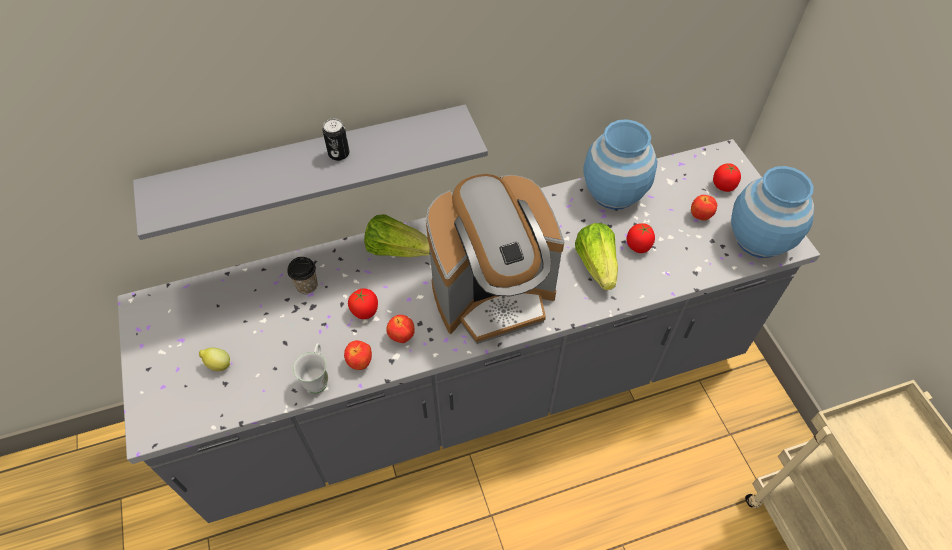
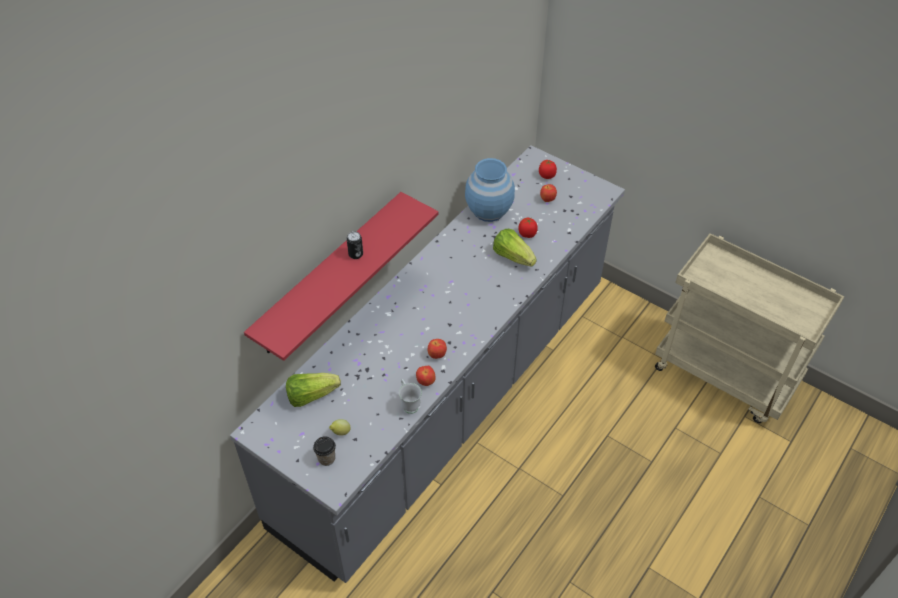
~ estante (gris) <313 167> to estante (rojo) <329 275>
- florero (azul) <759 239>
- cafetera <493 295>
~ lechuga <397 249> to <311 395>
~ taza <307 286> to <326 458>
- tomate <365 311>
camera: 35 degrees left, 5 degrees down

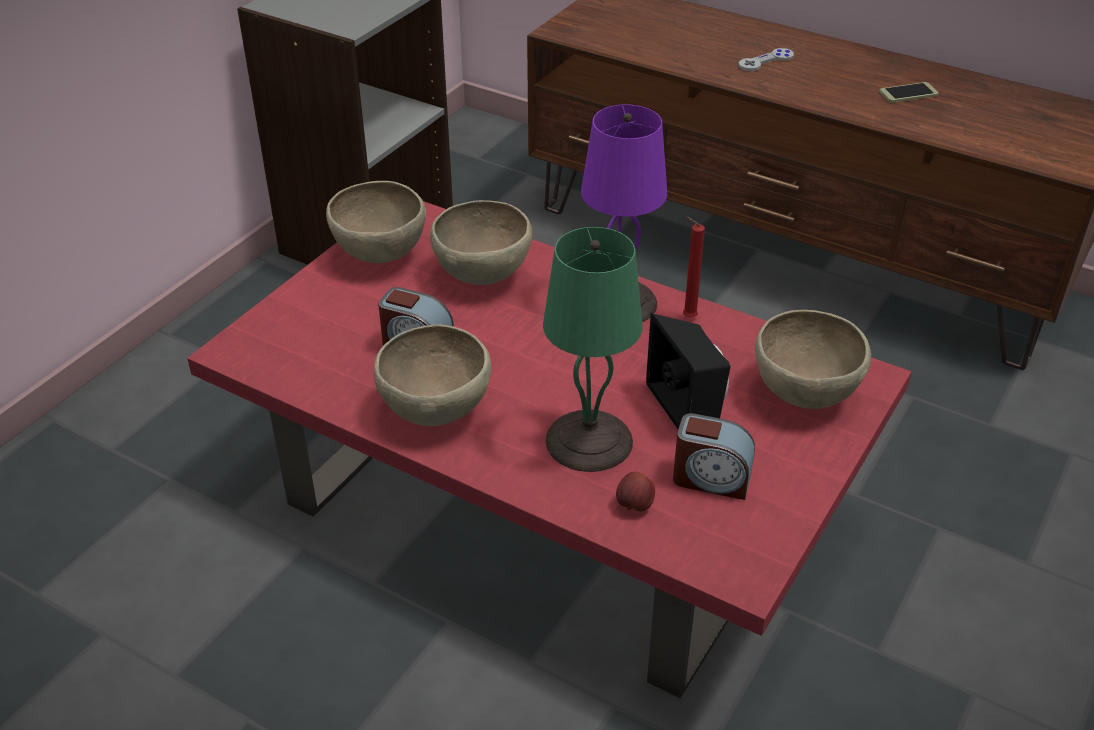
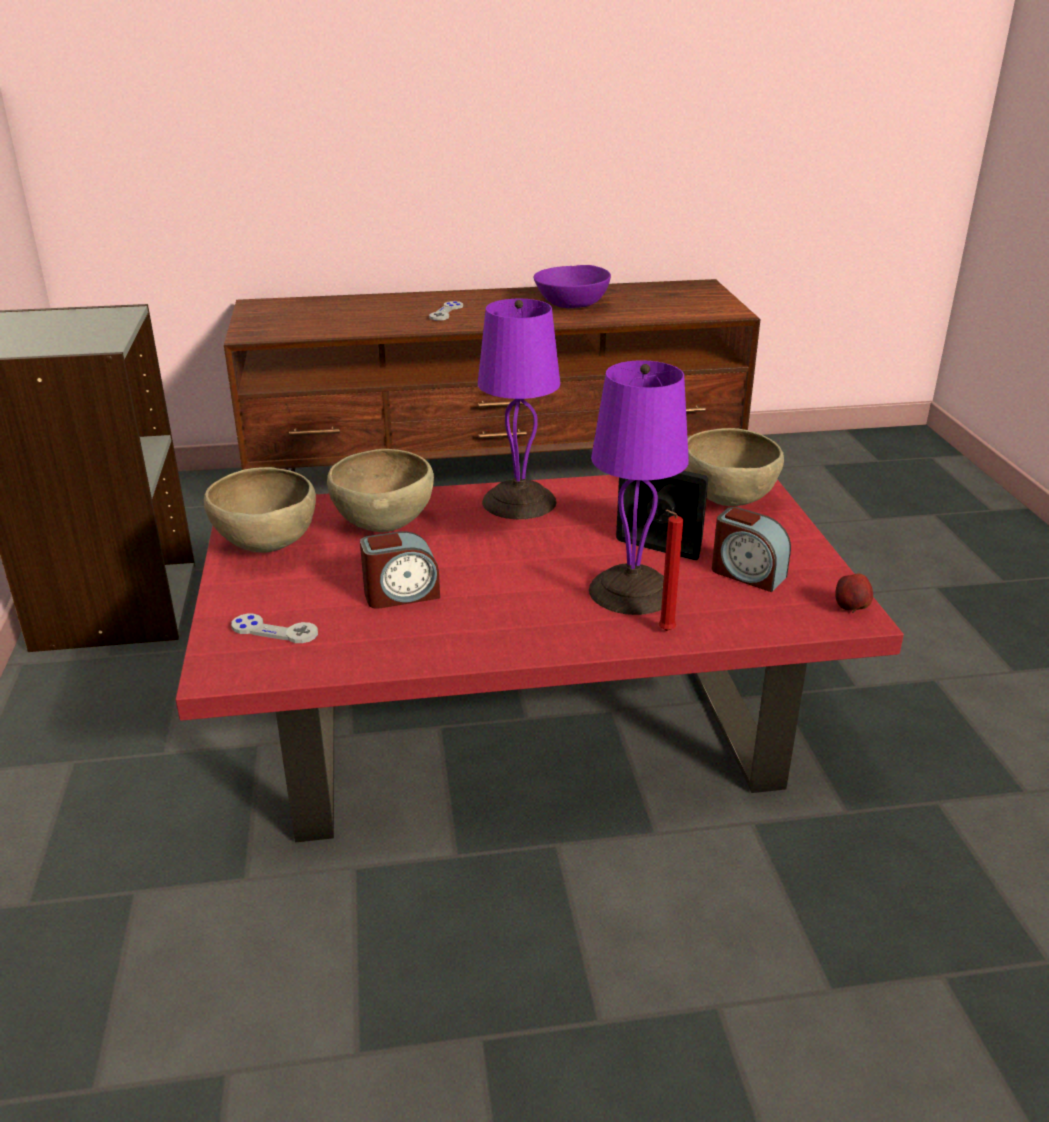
~ móvil <908 93> to cuenco (morado) <571 304>
~ vela (rojo) <687 317> to <664 631>
~ lámpara de mesa (verde) <588 439> to lámpara de mesa (morado) <629 590>
- cuenco (marrón) <436 412>
~ despertador <711 479> = <747 574> 60 degrees clockwise
~ manzana <634 506> to <851 609>
+ mando de consola (gris) <274 630>
camera: 40 degrees left, 10 degrees down

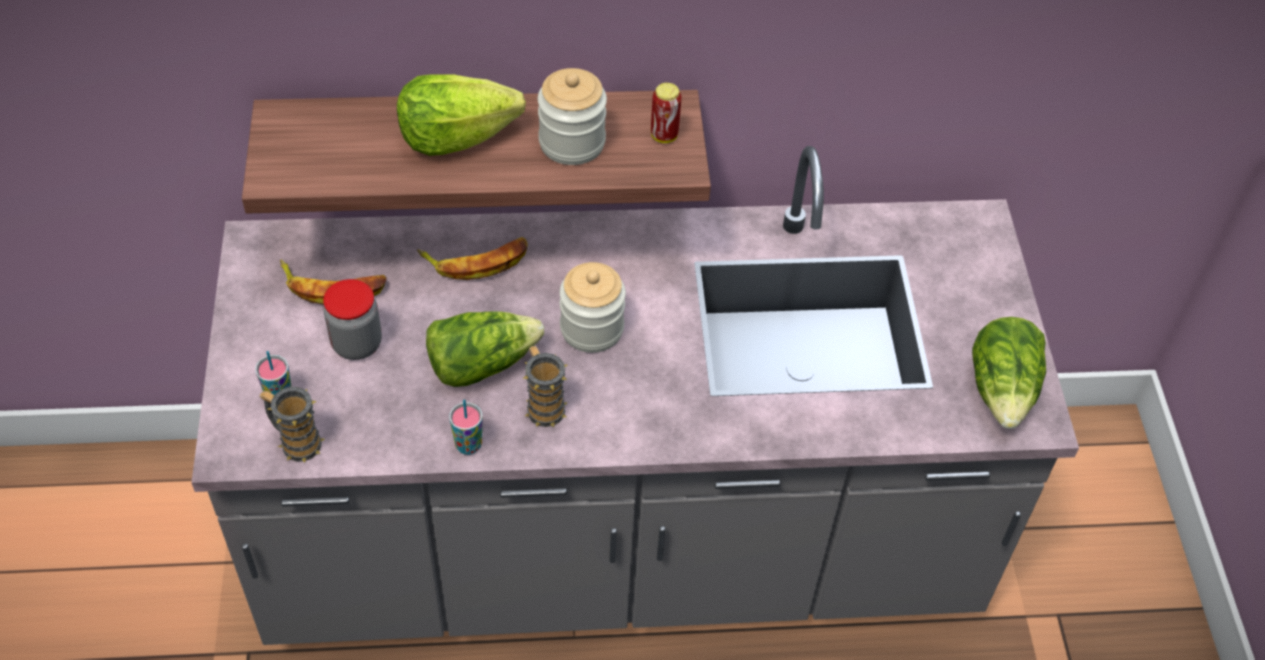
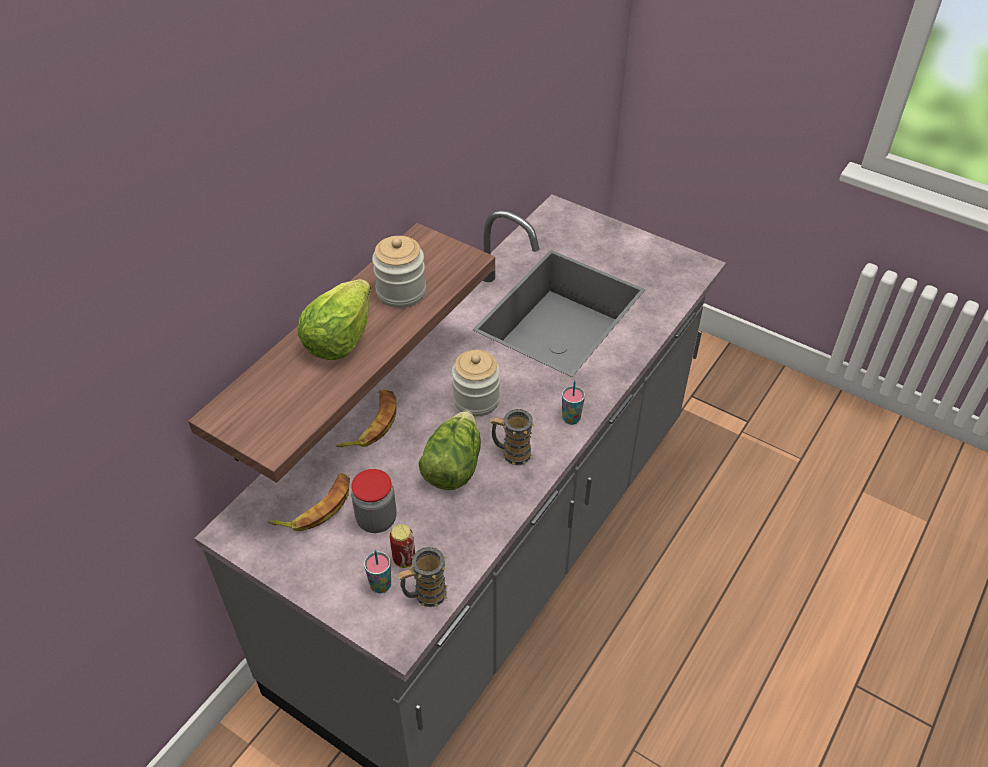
~ lata <664 135> to <404 559>
- lechuga <1003 390>
~ taza <468 445> to <571 419>
camera: 50 degrees left, 5 degrees down

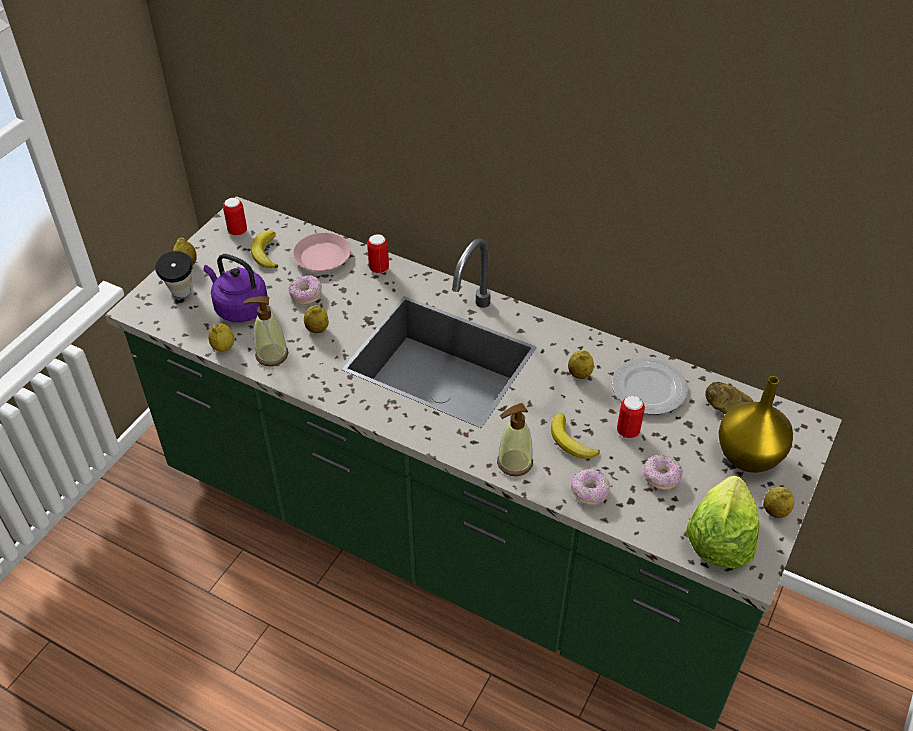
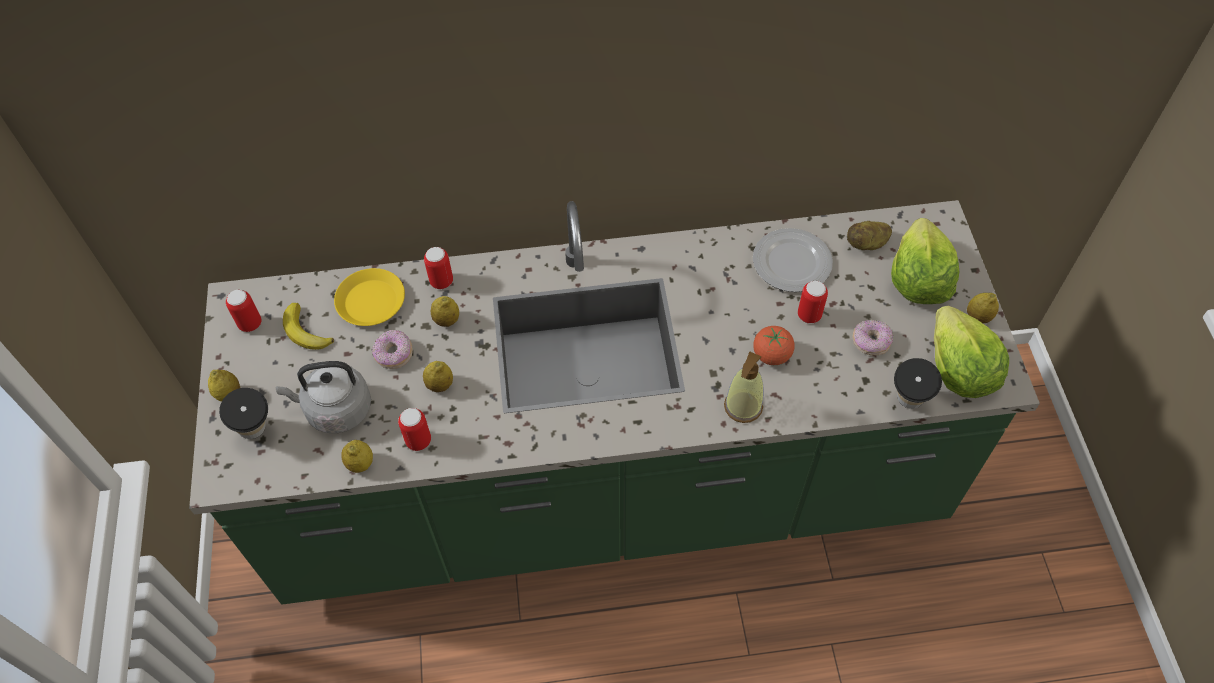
~ plato (rosa) <322 257> to plato (amarillo) <371 302>
~ hervidor (morado) <239 308> to hervidor (gris) <335 410>
~ dispensador de jabón <271 355> to lata <418 441>
~ limón <579 375> to <447 320>
~ florero (amarillo) <746 456> to lechuga <918 279>
~ plátano <570 441> to tomate <771 355>
- rosquilla <589 492>
+ taza <906 404>
camera: 35 degrees left, 10 degrees up

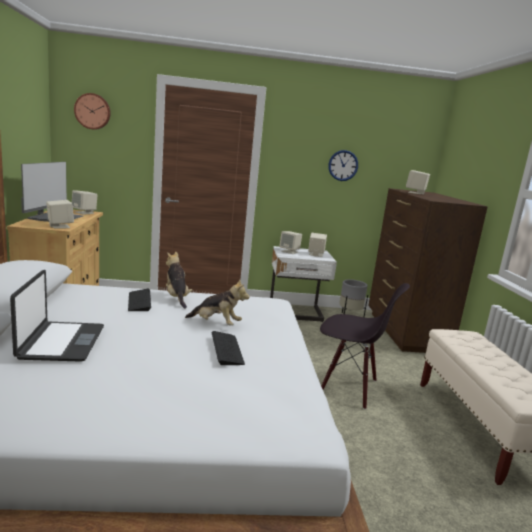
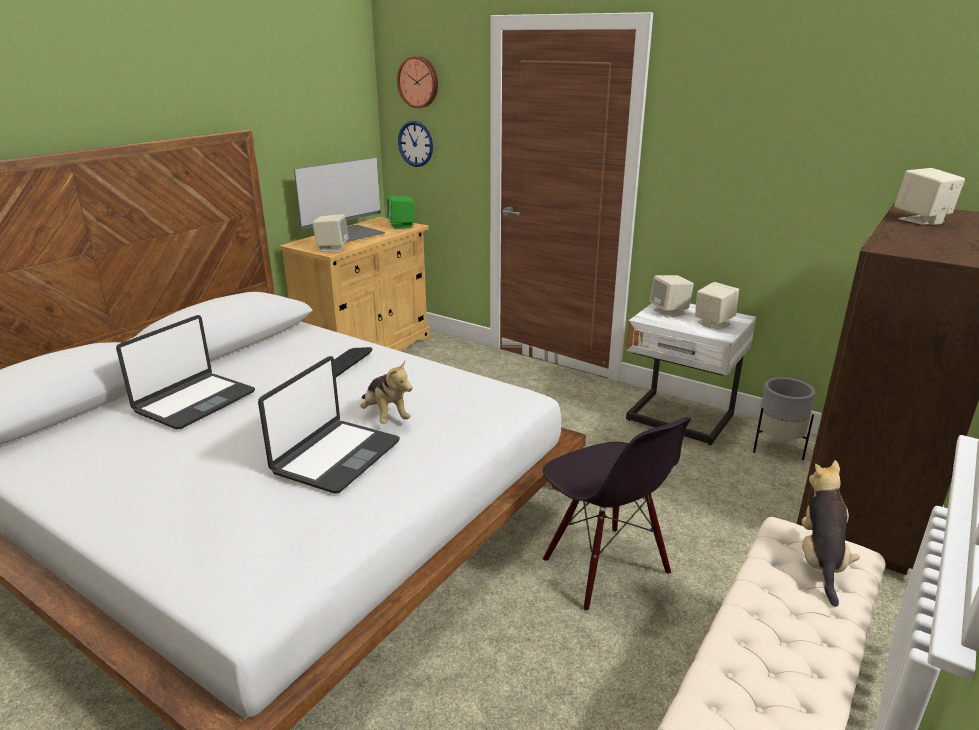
~ reloj de pared <343 165> to <415 144>
~ altavoz (beis) <84 213> to altavoz (verde) <401 226>
~ peluche <176 297> to <820 560>
~ teclado <227 349> to portátil <335 456>
camera: 40 degrees right, 10 degrees up

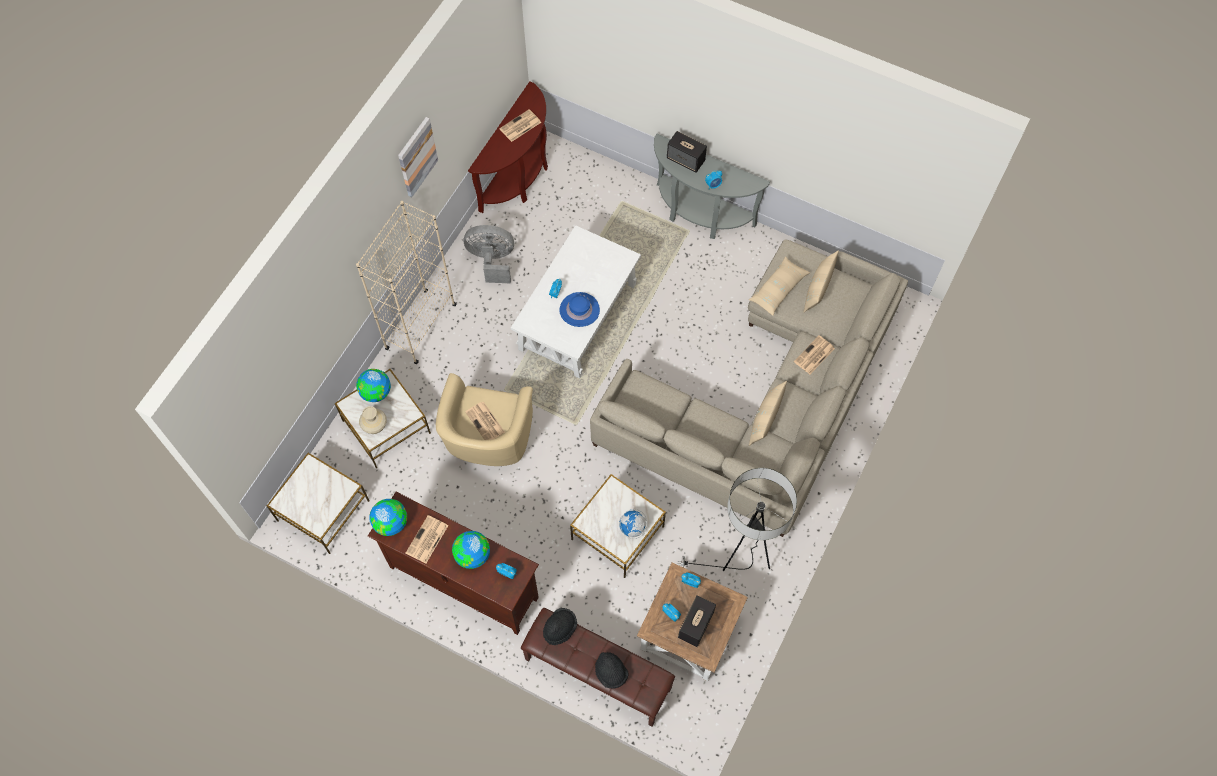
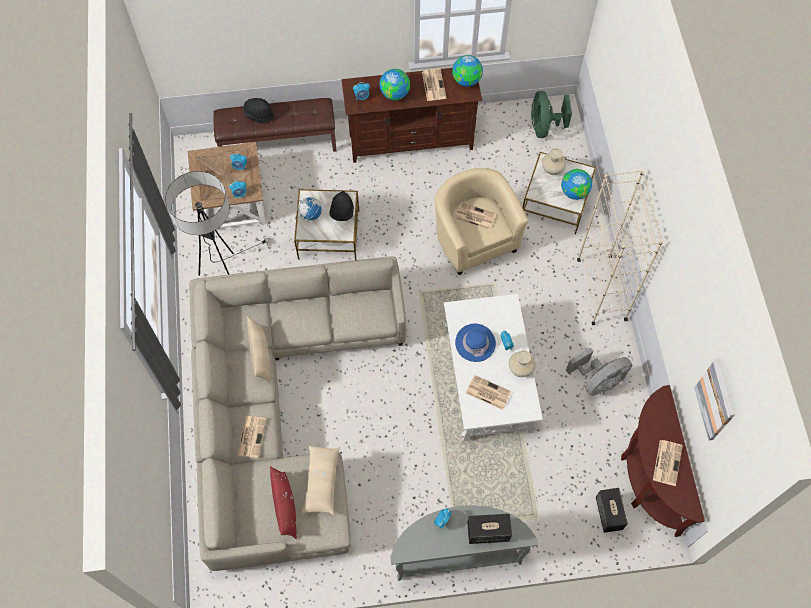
~ cuadro <417 157> to <716 400>
~ cojín (beis) <818 288> to cojín (rojo) <285 506>
~ mesa auxiliar <323 510> to ventilador (verde) <544 126>
~ altavoz <696 624> to <609 514>
~ sombrero (negro) <560 628> to <342 212>
+ florero (beis) <520 369>
+ periódico <487 392>
camera: 145 degrees right, 0 degrees up

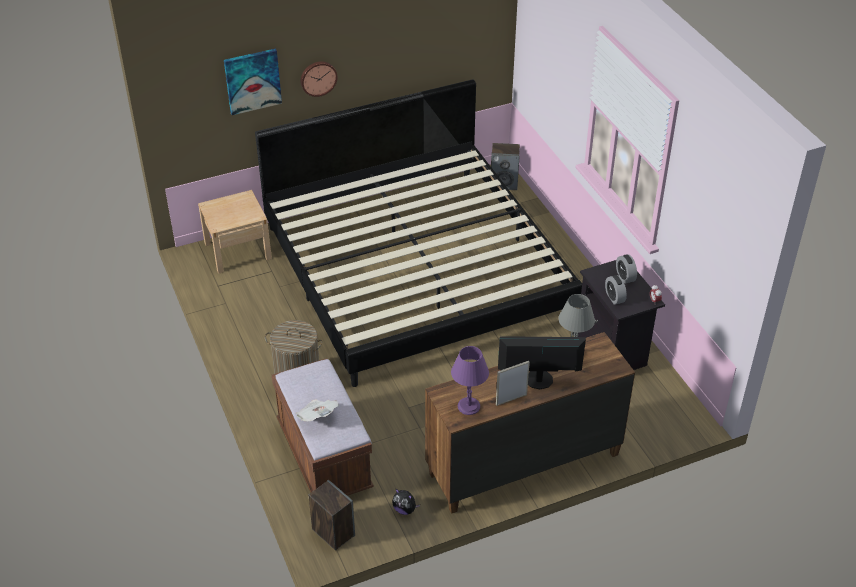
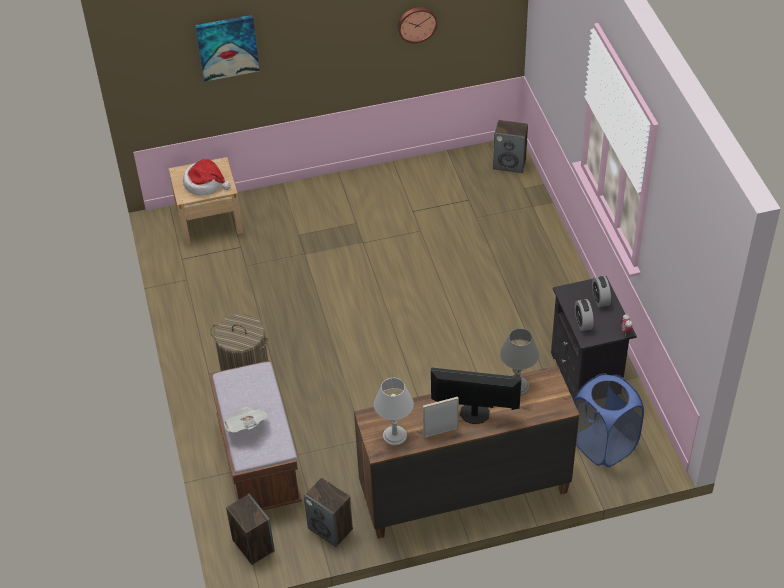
~ reloj de pared <318 78> to <416 23>
- cama <415 270>
~ lámpara de mesa (morado) <469 406> to lámpara de mesa (gris) <395 436>
~ peluche <405 509> to altavoz <331 529>
+ sombrero <205 183>
+ cesto de la ropa (azul) <603 444>
camera: 10 degrees right, 5 degrees up

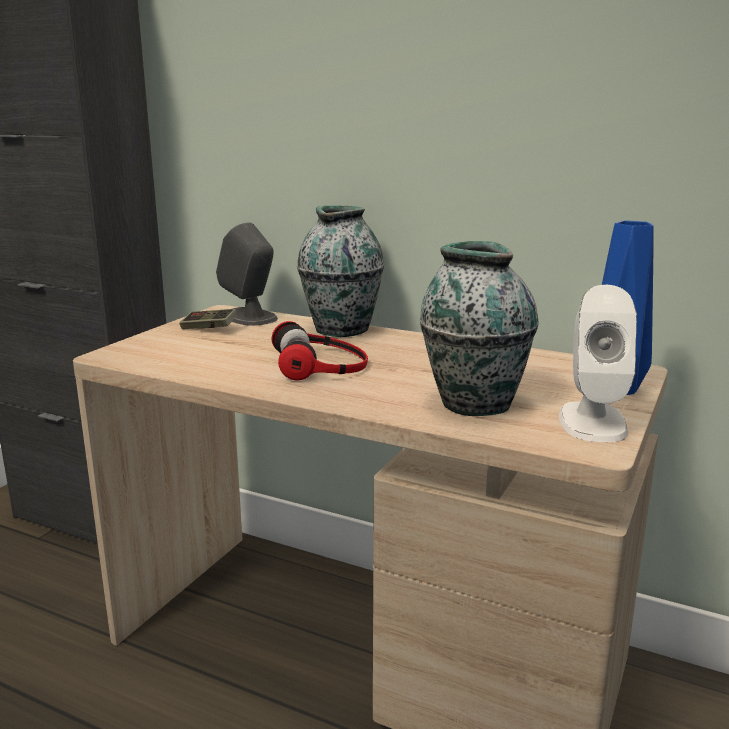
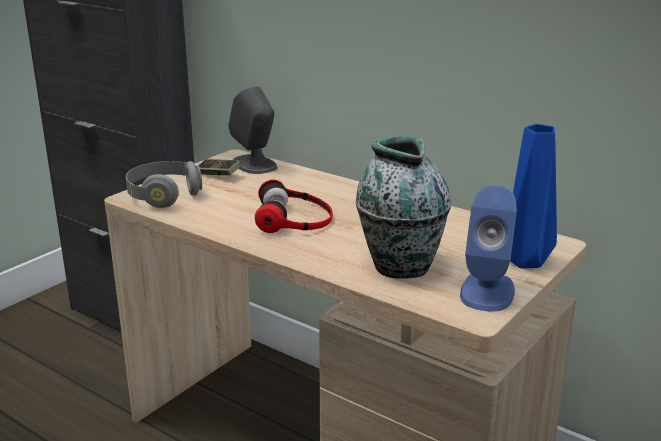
- florero <342 329>
~ altavoz (blanco) <592 422> to altavoz (azul) <487 291>
+ auriculares (gris) <164 196>
camera: 10 degrees right, 5 degrees up

